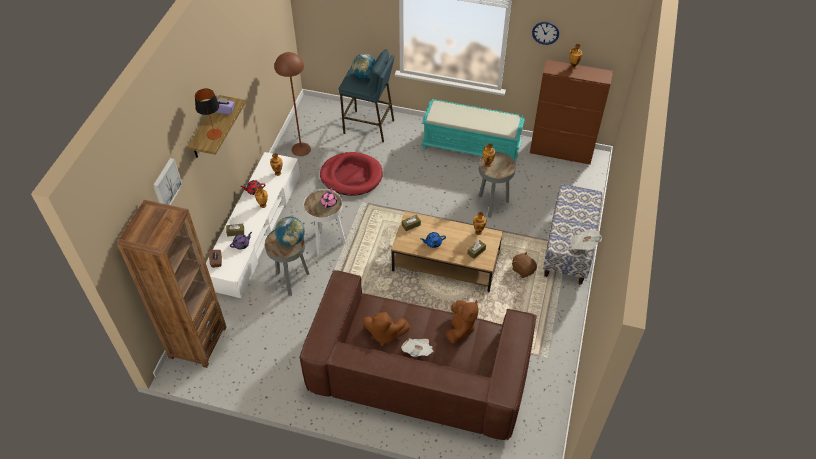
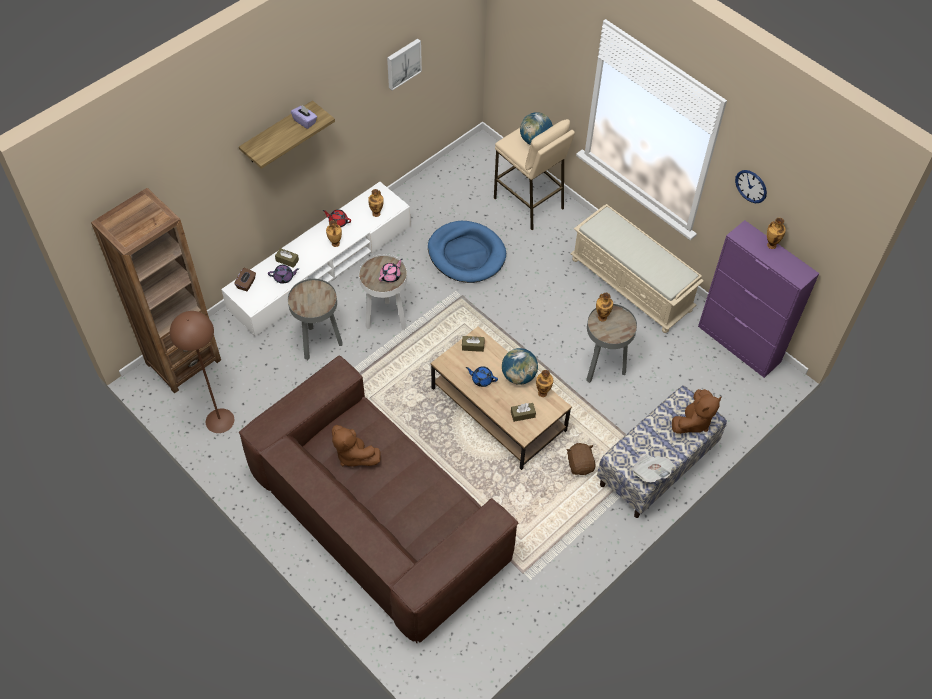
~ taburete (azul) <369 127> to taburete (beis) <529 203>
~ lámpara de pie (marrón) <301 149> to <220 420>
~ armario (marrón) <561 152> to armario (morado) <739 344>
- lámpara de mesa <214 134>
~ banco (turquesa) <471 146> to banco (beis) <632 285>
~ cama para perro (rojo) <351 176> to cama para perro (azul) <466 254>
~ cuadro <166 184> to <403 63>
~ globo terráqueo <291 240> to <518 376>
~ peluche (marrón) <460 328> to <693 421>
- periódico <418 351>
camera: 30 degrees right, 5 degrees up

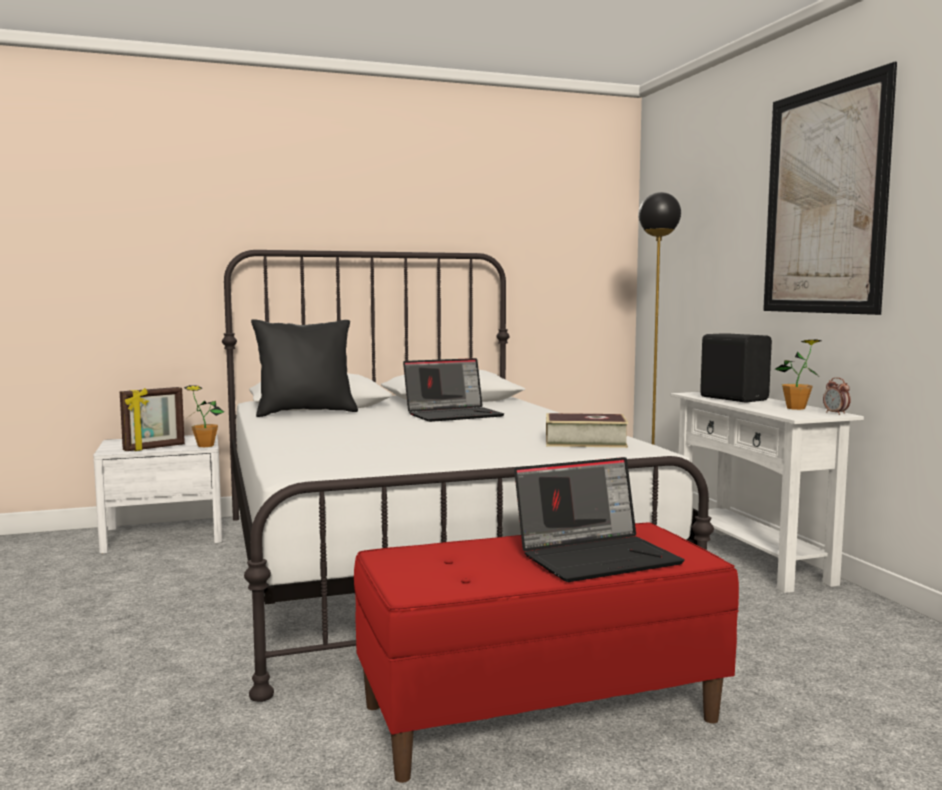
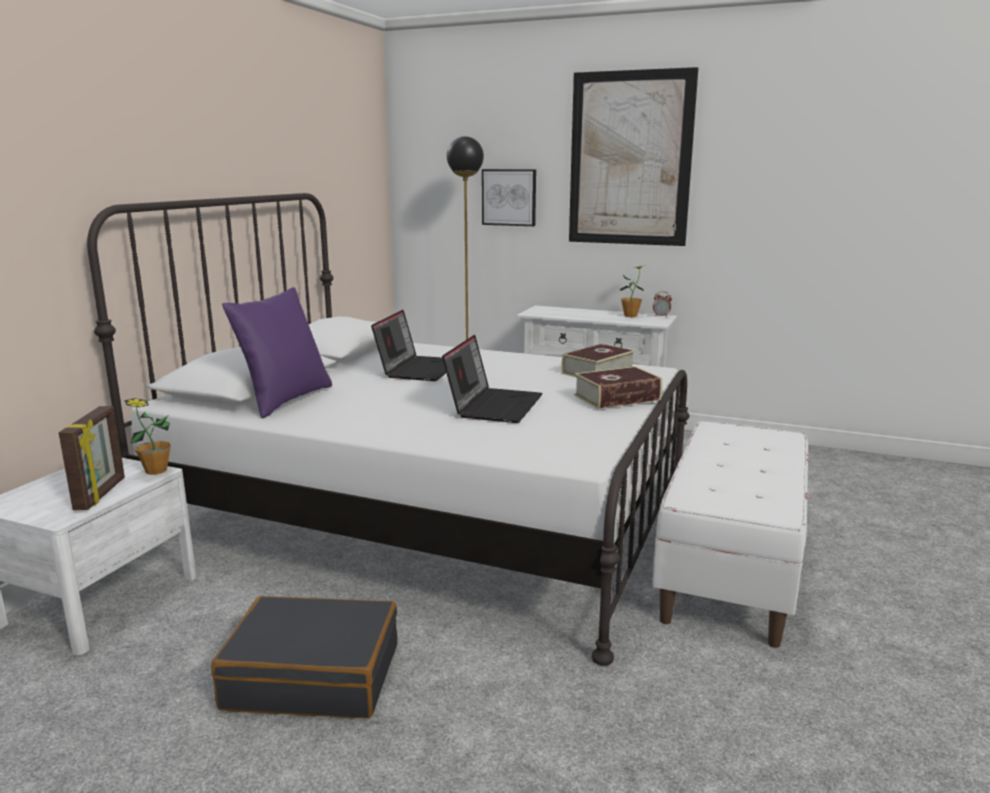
~ cojín (negro) <306 412> to cojín (morado) <285 400>
- altavoz (negro) <734 398>
~ portátil <598 556> to <494 405>
~ banco (rojo) <539 712> to banco (blanco) <729 570>
+ cuadro <509 197>
+ libro <617 397>
+ maleta (negro) <313 676>
camera: 50 degrees left, 10 degrees up

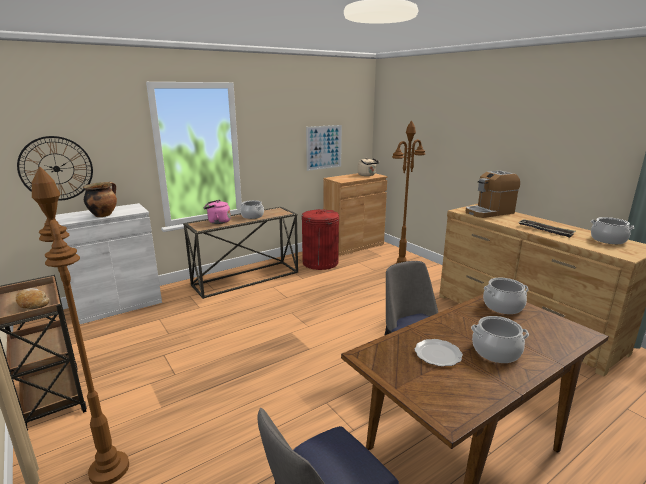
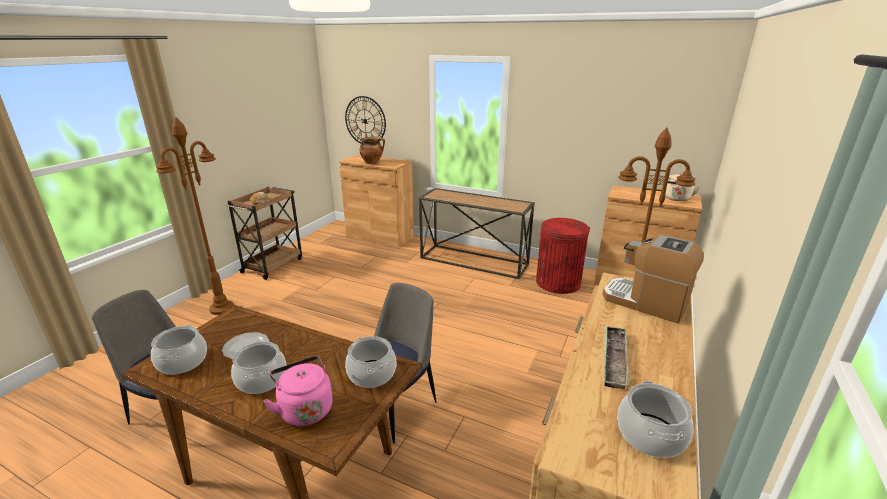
- cuadro <324 147>
~ hervidor (rosa) <217 222> to <305 409>
~ olla <252 216> to <182 362>
~ armario (blanco) <117 305> to armario (marrón) <380 236>
camera: 60 degrees right, 5 degrees up

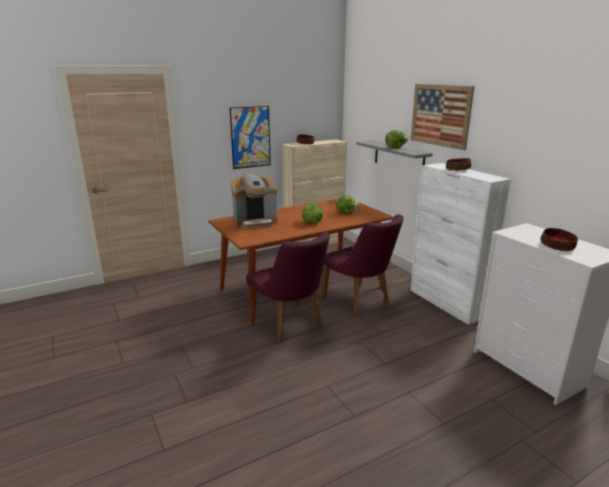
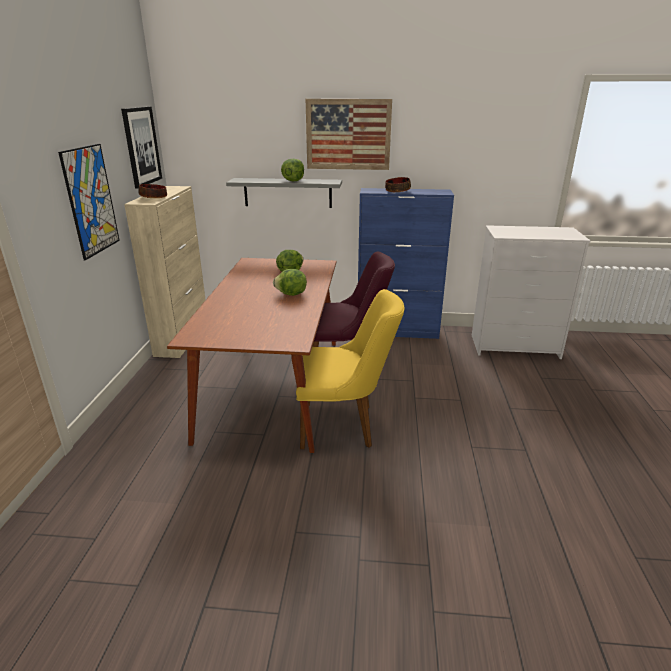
~ armario (blanco) <446 303> to armario (azul) <398 331>
- cafetera <255 222>
- cuenco <557 246>
~ silla (morado) <291 326> to silla (amarillo) <345 425>
+ cuadro <141 146>
camera: 55 degrees left, 5 degrees up

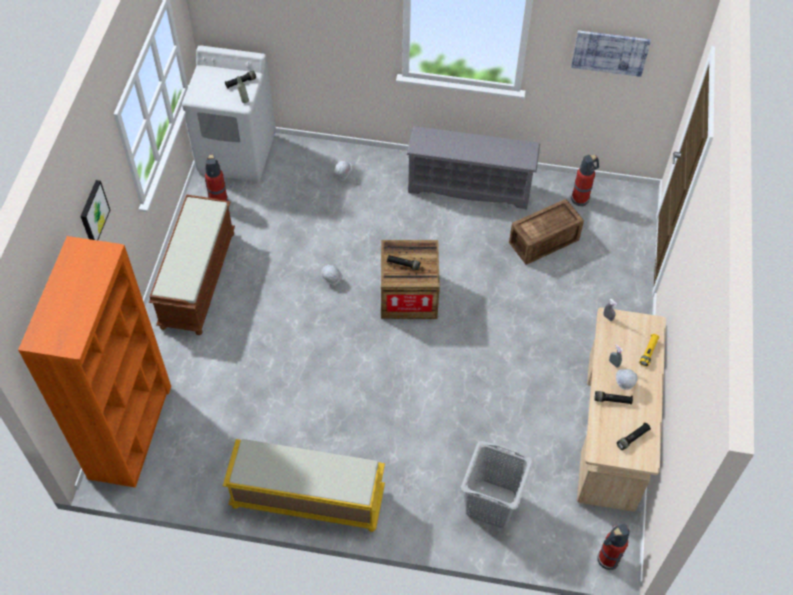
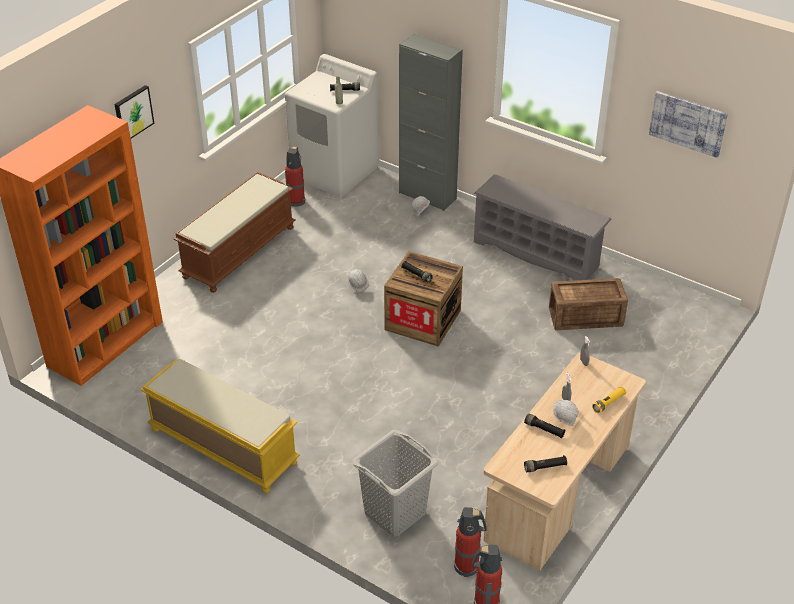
~ extintor <581 199> to <467 566>
+ armario (gris) <427 196>
camera: 25 degrees right, 15 degrees down

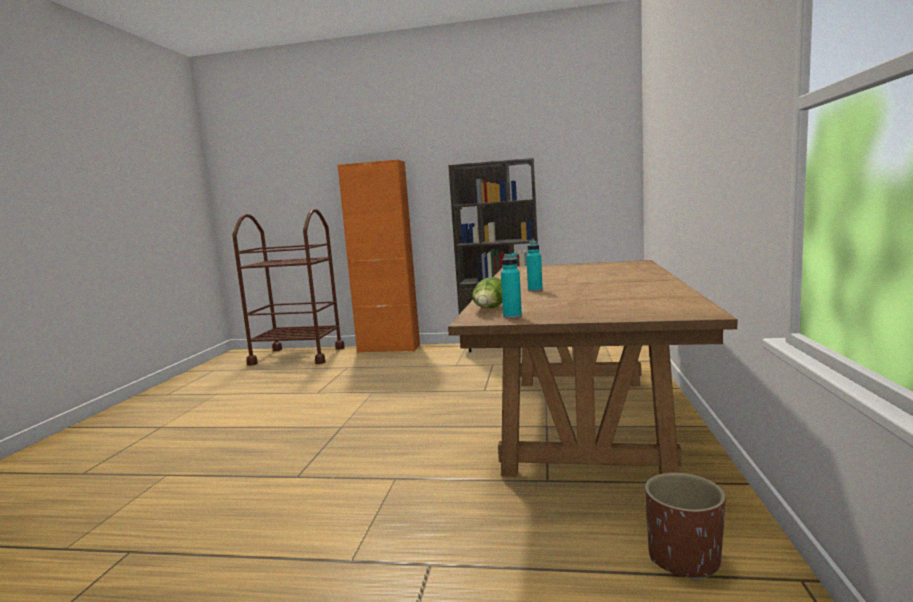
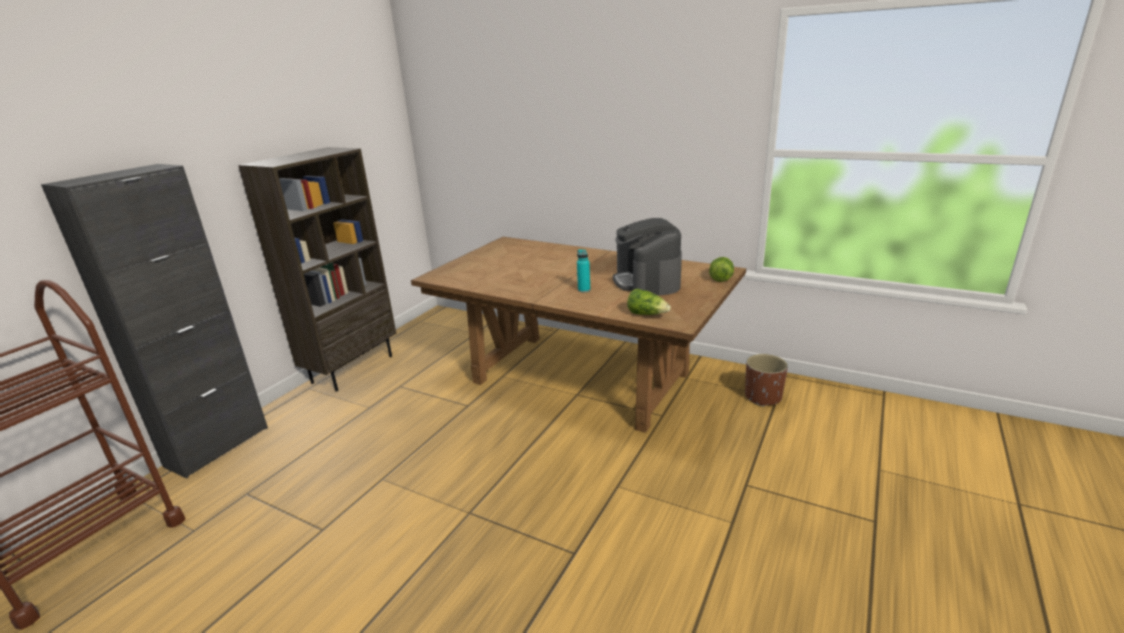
~ armario (naranja) <389 348> to armario (negro) <217 446>
- botella (turquesa) <512 316>
+ cafetera <647 281>
+ lechuga <720 277>
camera: 70 degrees left, 15 degrees up

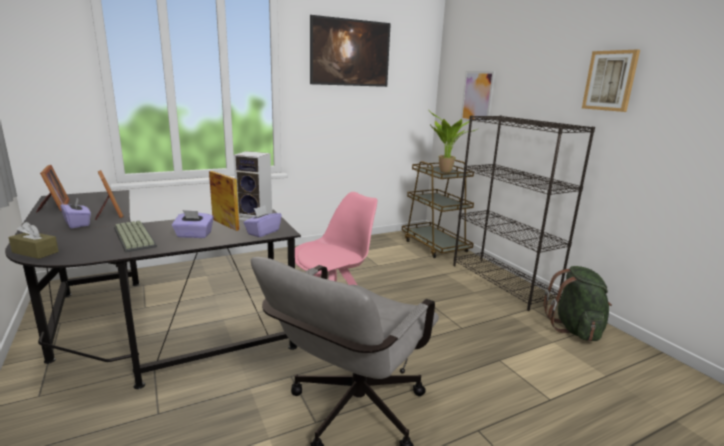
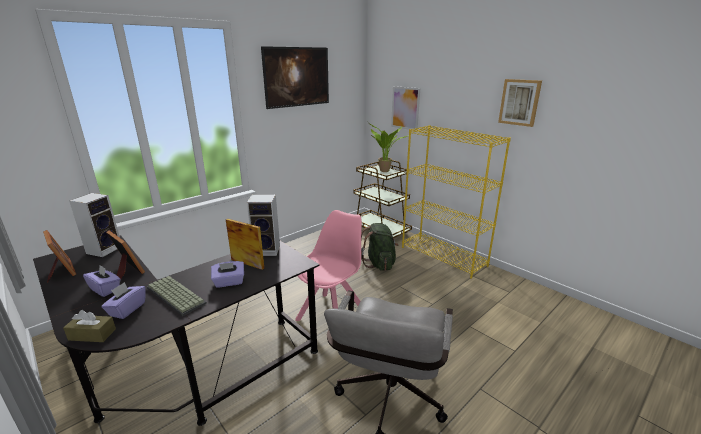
~ estantería (negro) <502 282> to estantería (amarillo) <443 256>
~ caja de pañuelos (morado) <263 232> to <127 309>
~ mochila (verde) <575 329> to <379 264>
+ altavoz <105 249>
camera: 15 degrees left, 5 degrees up

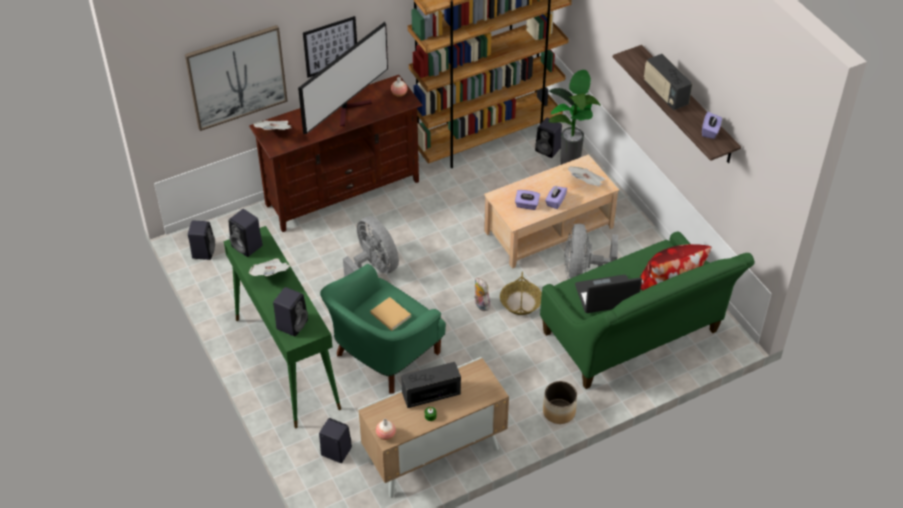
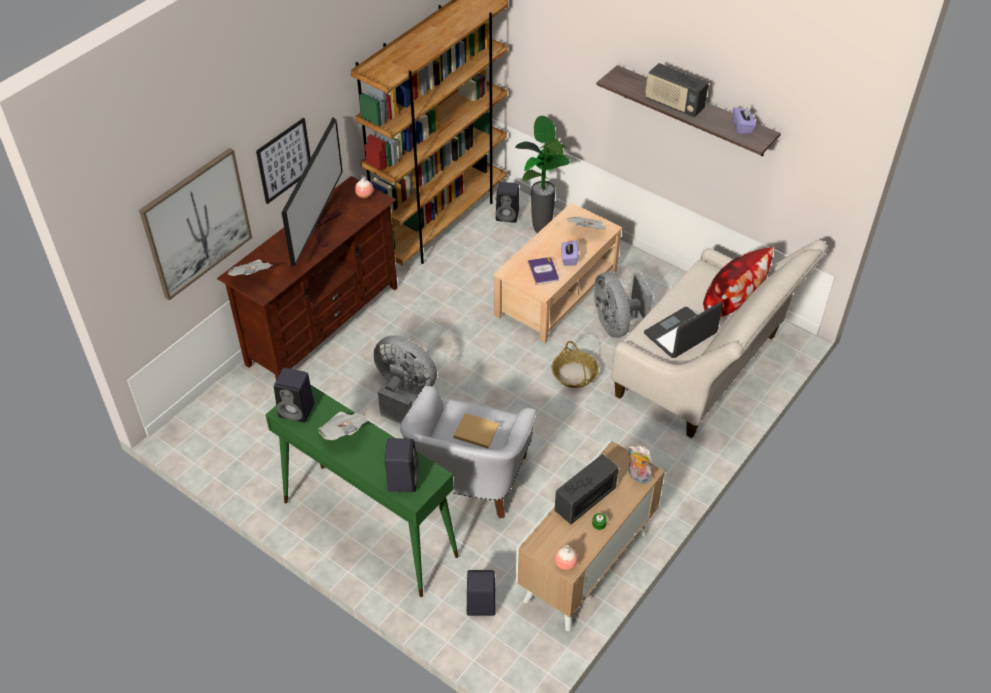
~ caja de pañuelos (morado) <526 205> to libro <543 271>
- altavoz (negro) <203 251>
~ sofá (verde) <635 338> to sofá (beis) <705 370>
~ sillón (verde) <383 356> to sillón (blanco) <469 481>
~ peluche <480 304> to <637 477>
- maceta <559 412>
camera: 25 degrees left, 0 degrees up

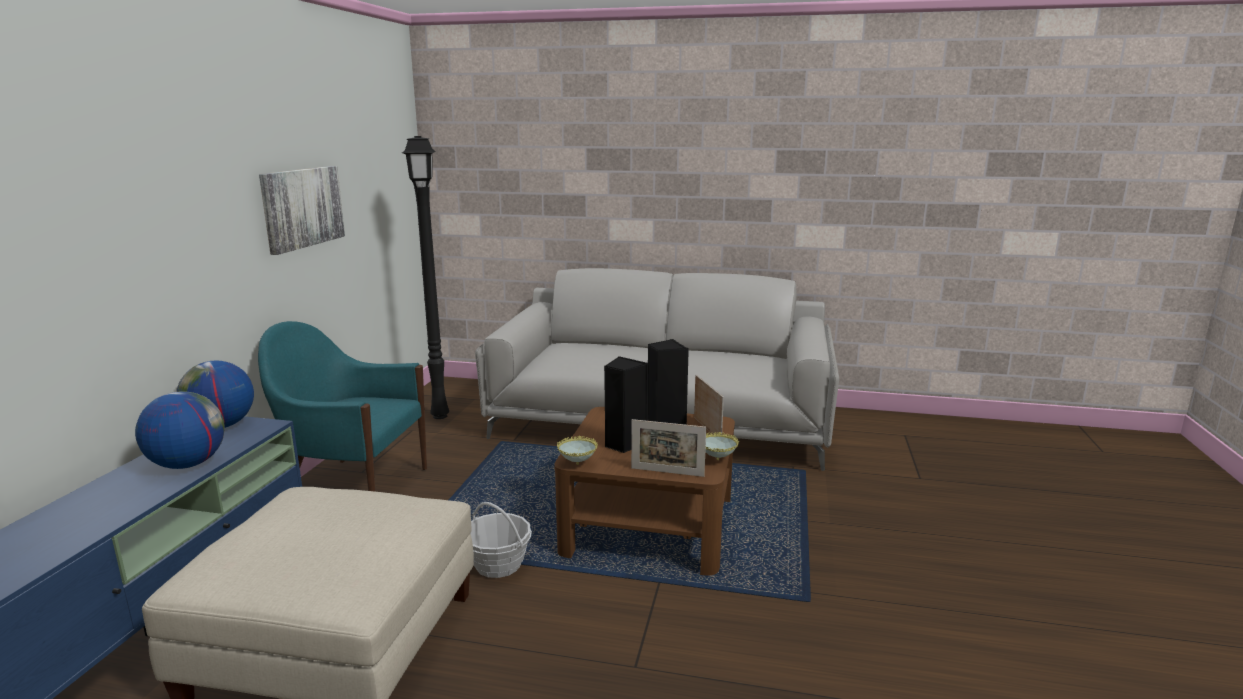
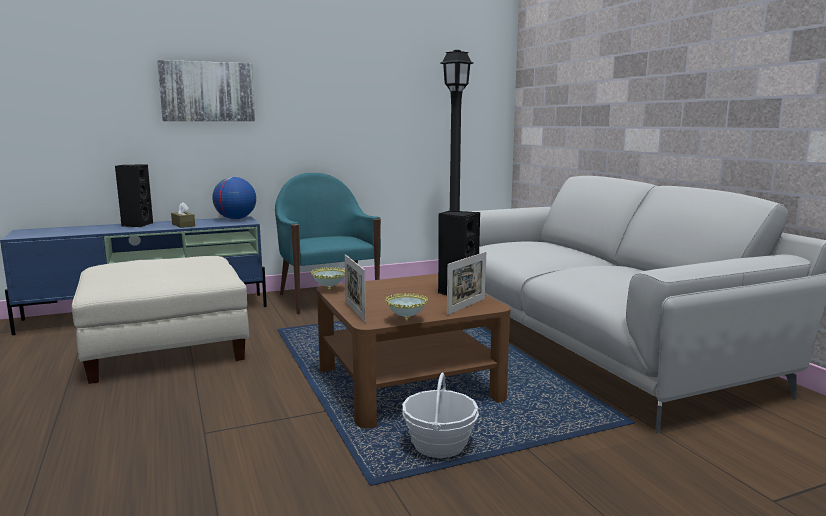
~ cuadro <302 207> to <207 92>
~ altavoz (negro) <624 444> to <137 225>
~ globo terráqueo <187 464> to caja de pañuelos (marrón) <183 225>
~ cesta <498 564> to <439 446>
camera: 55 degrees right, 5 degrees down

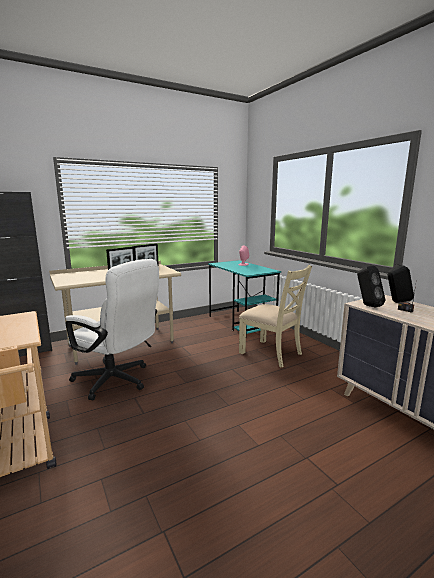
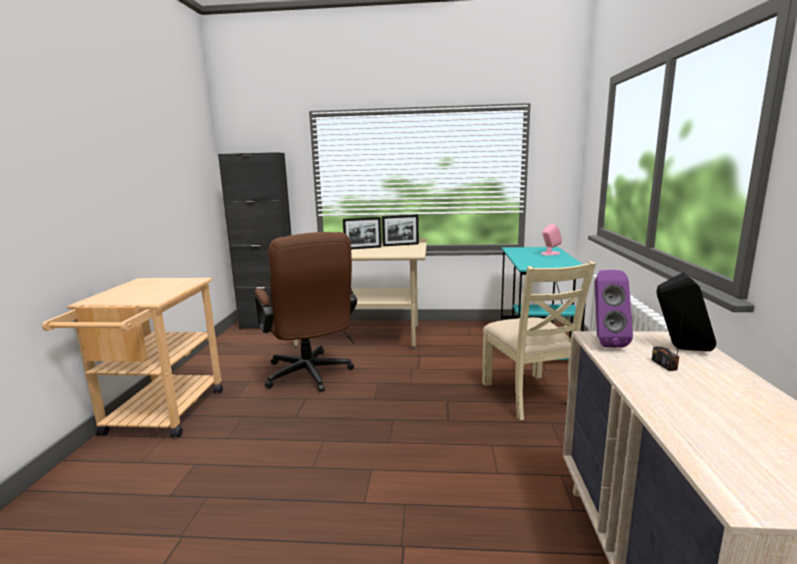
~ silla de oficina (blanco) <117 381> to silla de oficina (marrón) <310 376>
~ altavoz (negro) <367 305> to altavoz (morado) <605 342>
camera: 35 degrees right, 0 degrees up

